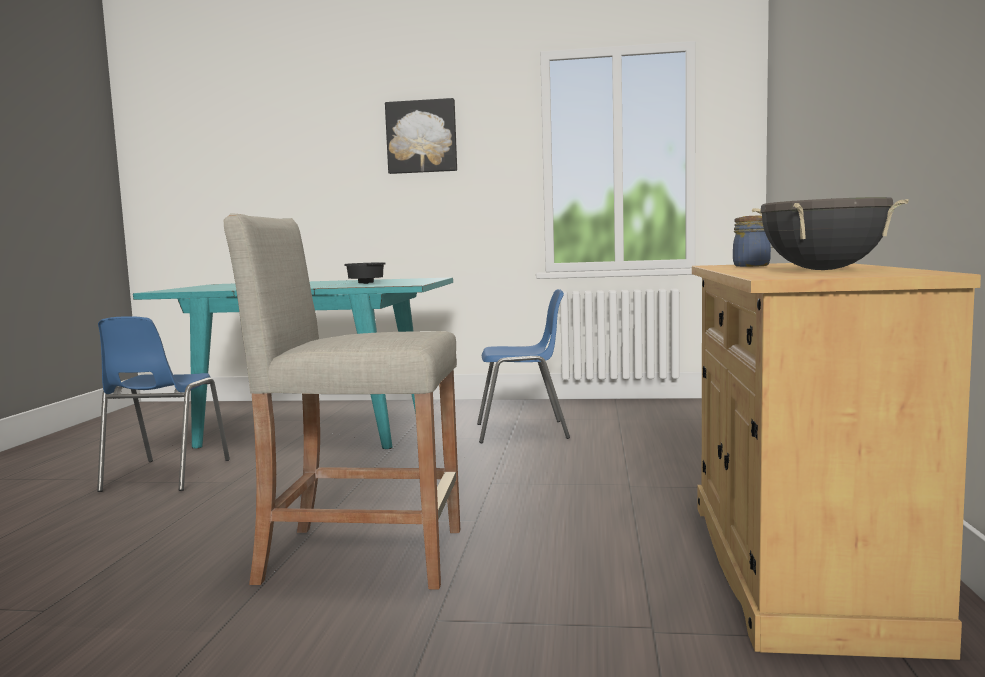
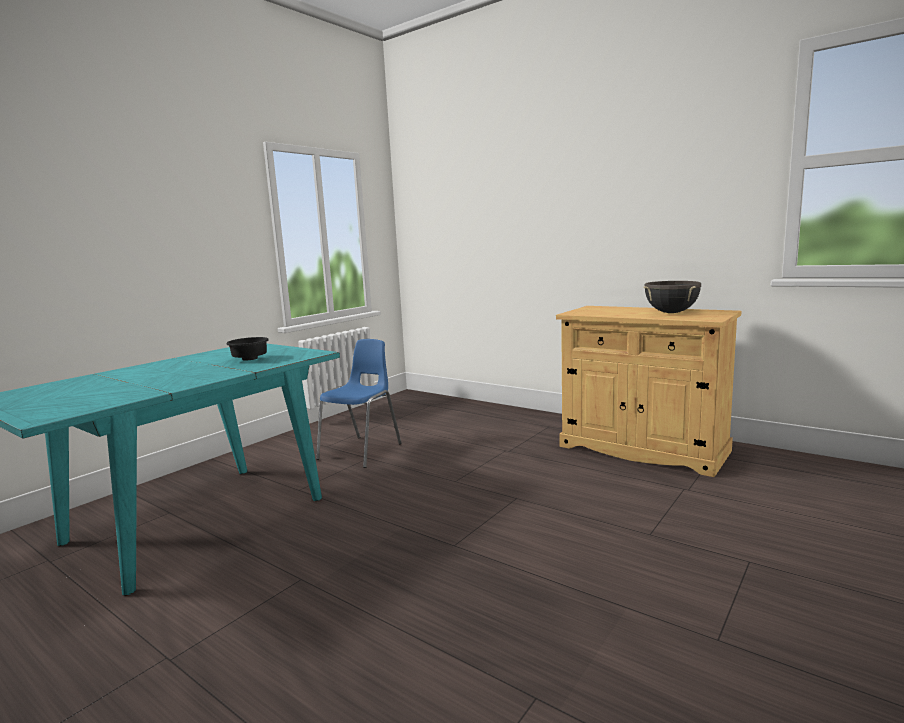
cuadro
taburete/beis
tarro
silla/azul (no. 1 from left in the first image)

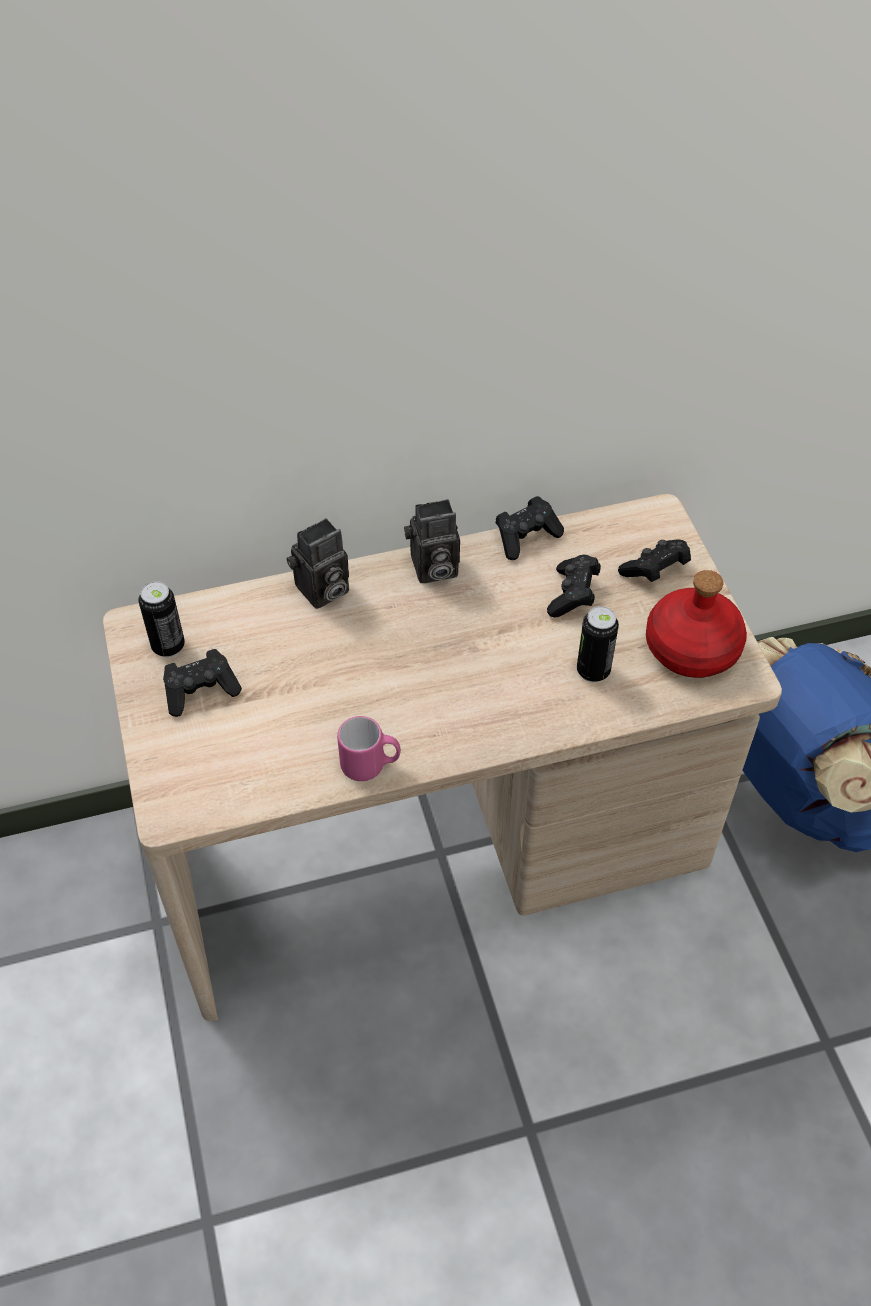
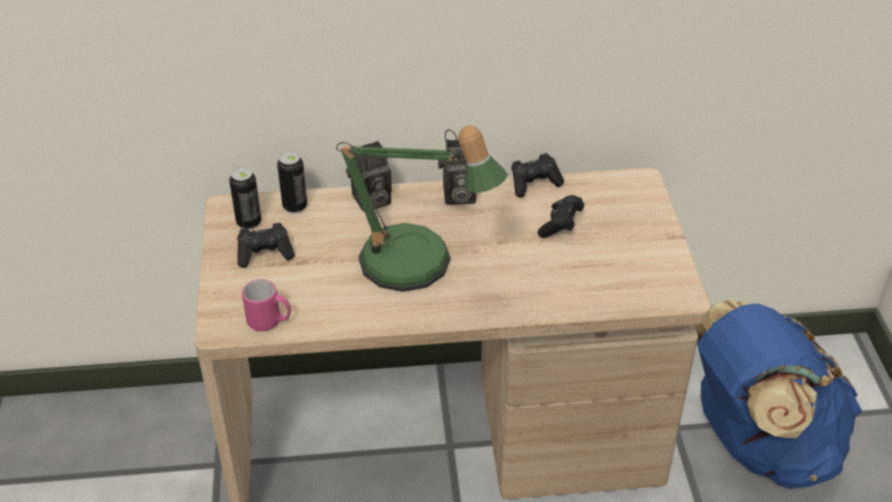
mando de consola/negro (no. 4 from left in the first image)
botella/rojo
lata (no. 2 from left)
taza grande/rosa
lámpara de mesa

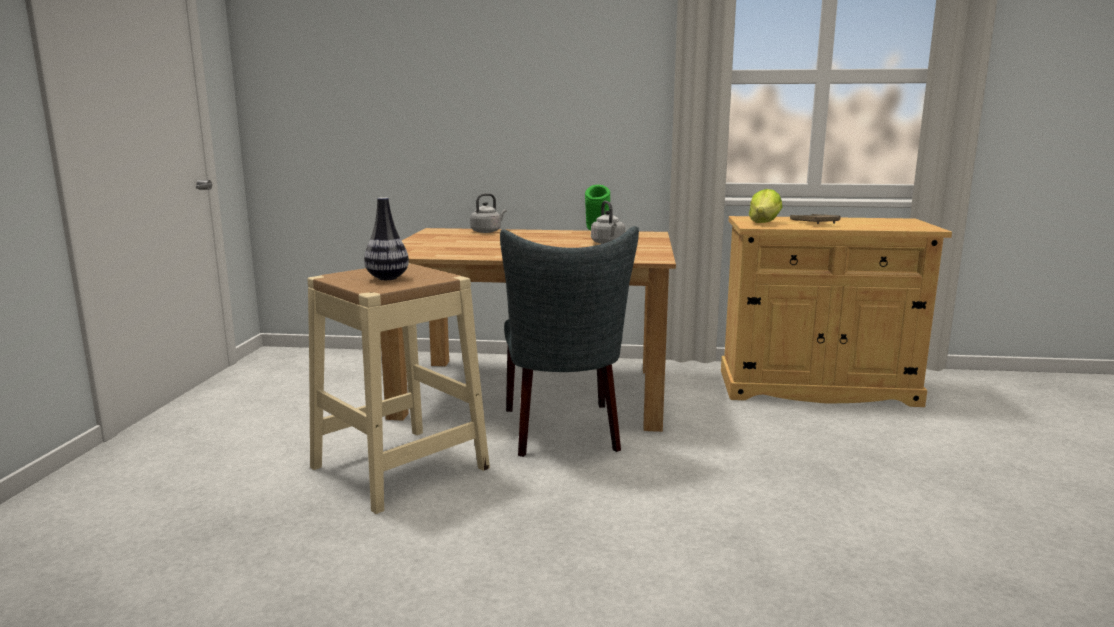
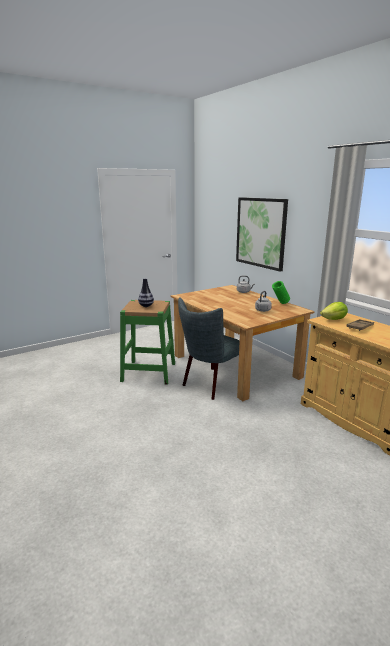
taburete/verde
cuadro

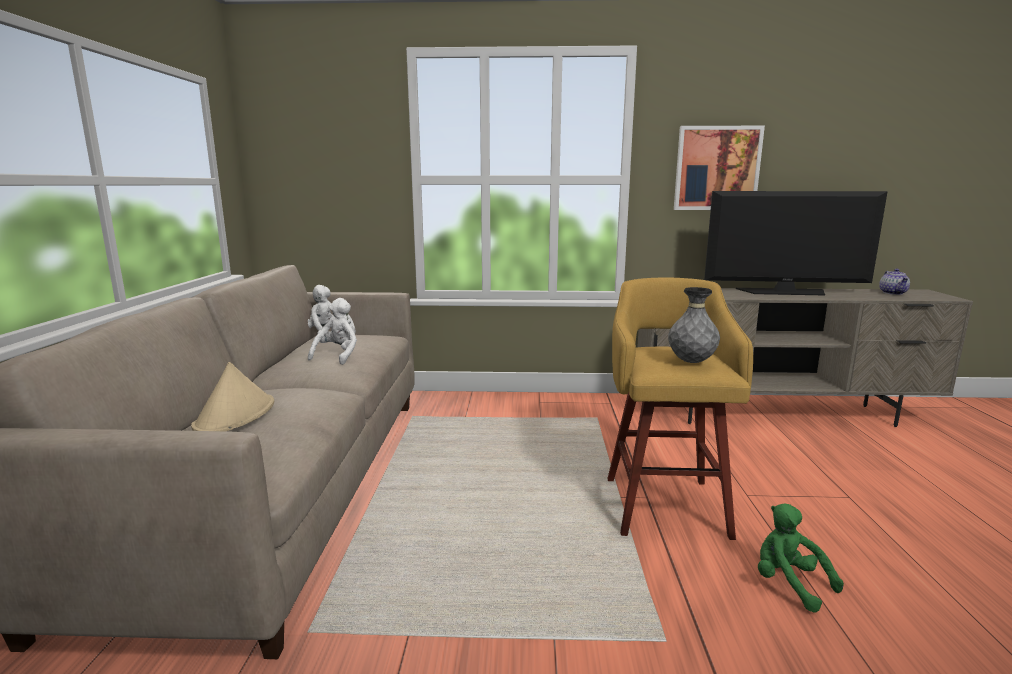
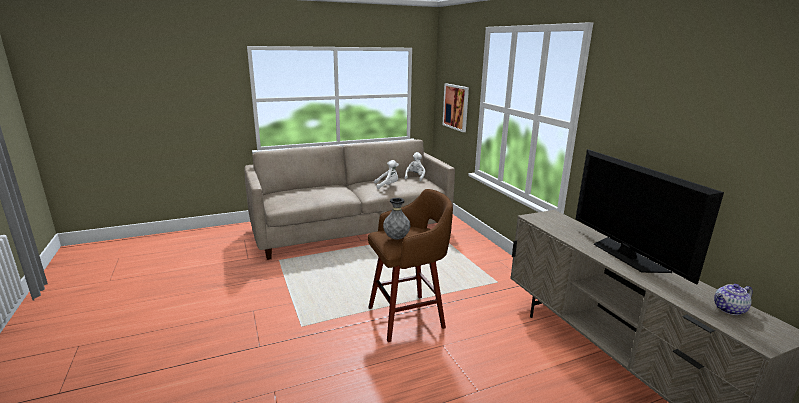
cuadro
taburete/marrón
sombrero/beis
peluche/verde

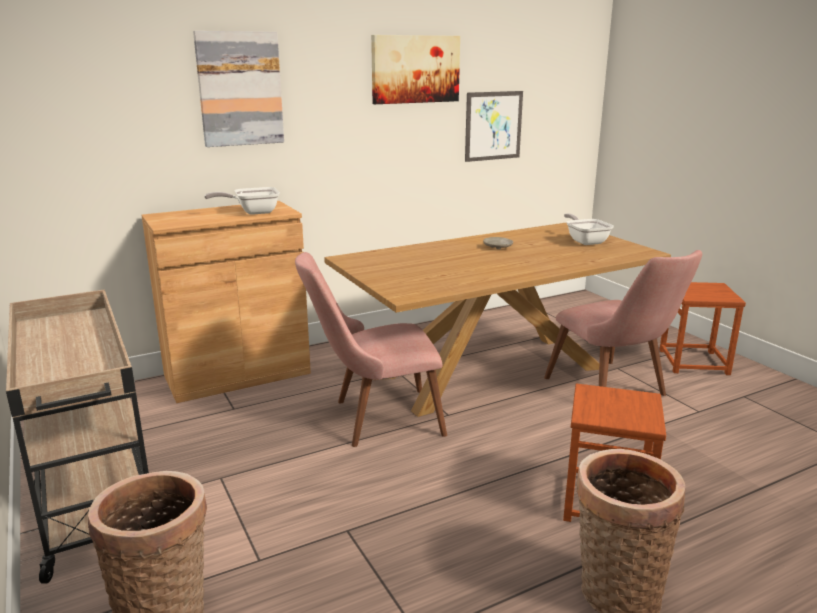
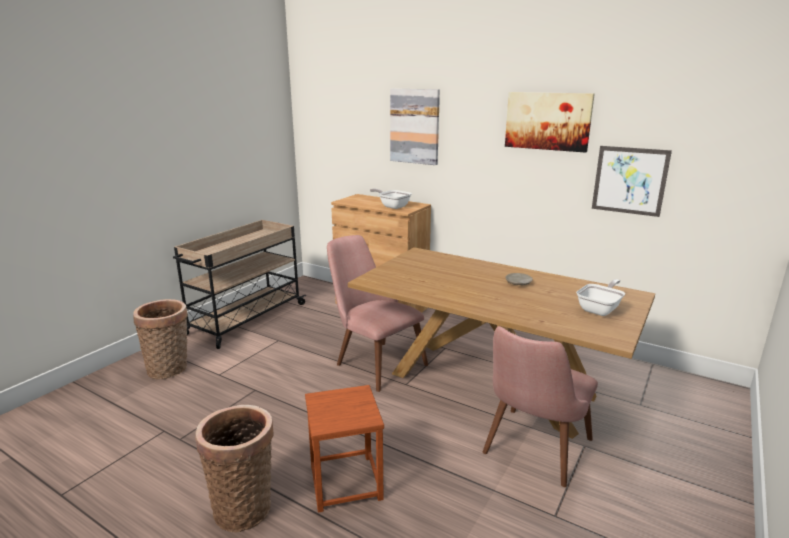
taburete/marrón (no. 2 from left in the first image)

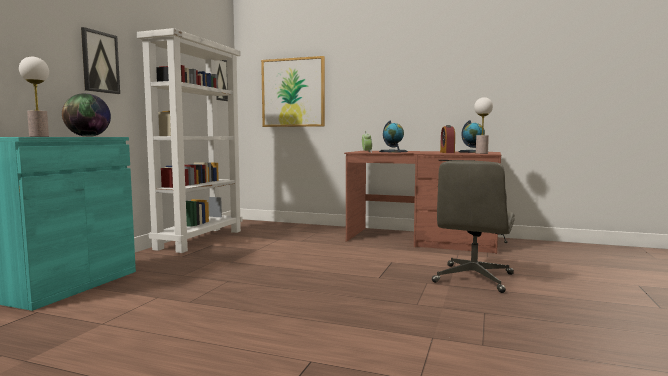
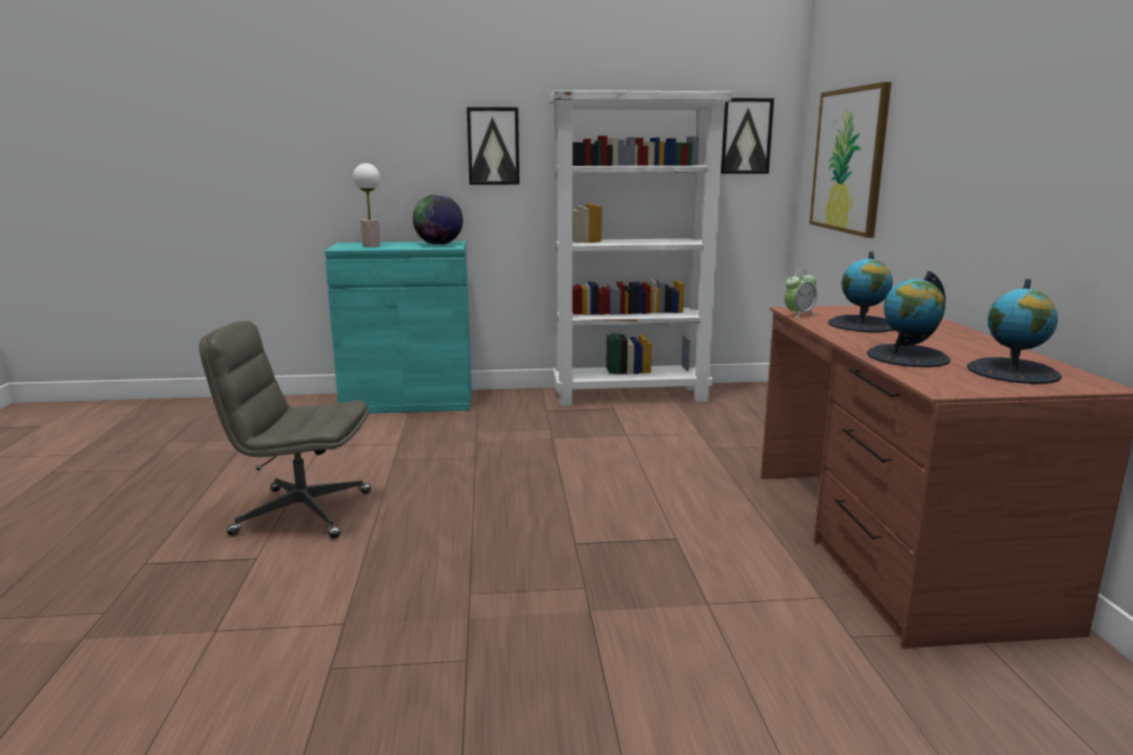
lámpara de mesa (no. 2 from left in the first image)
globo terráqueo (no. 3 from left)
silla de oficina/gris

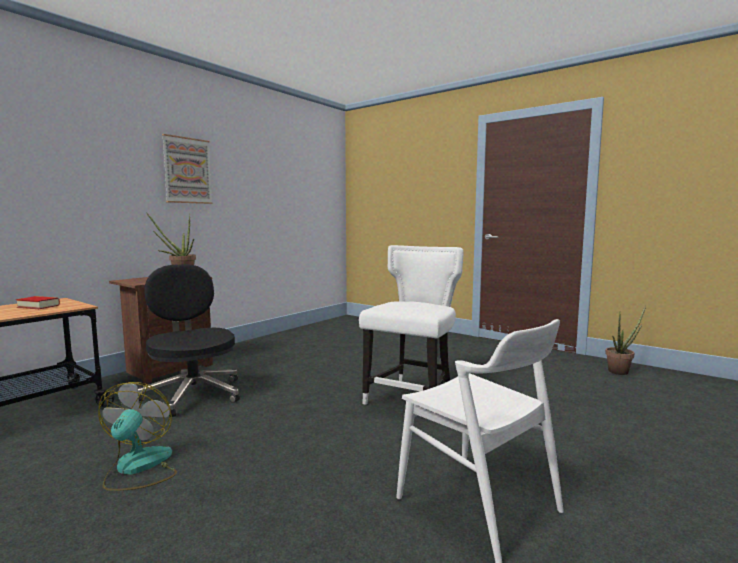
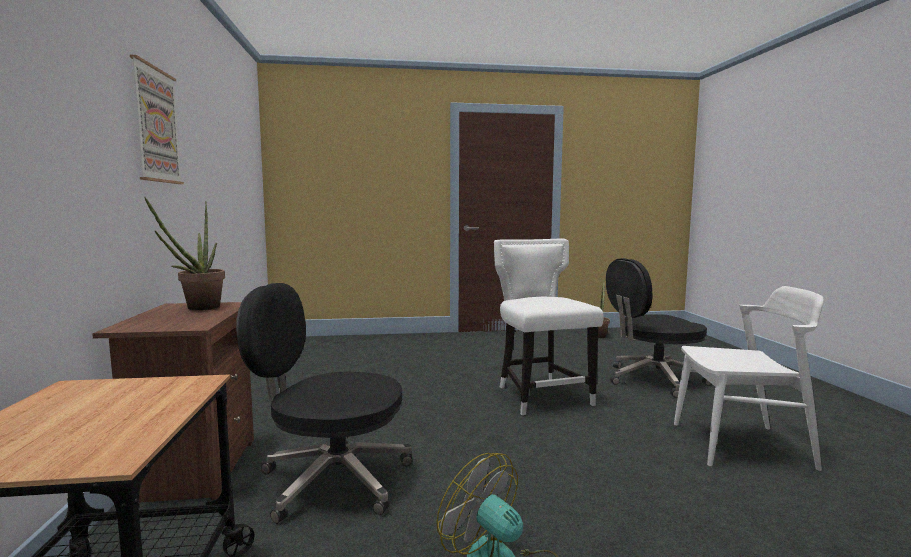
libro
silla de oficina/negro (no. 2 from left)

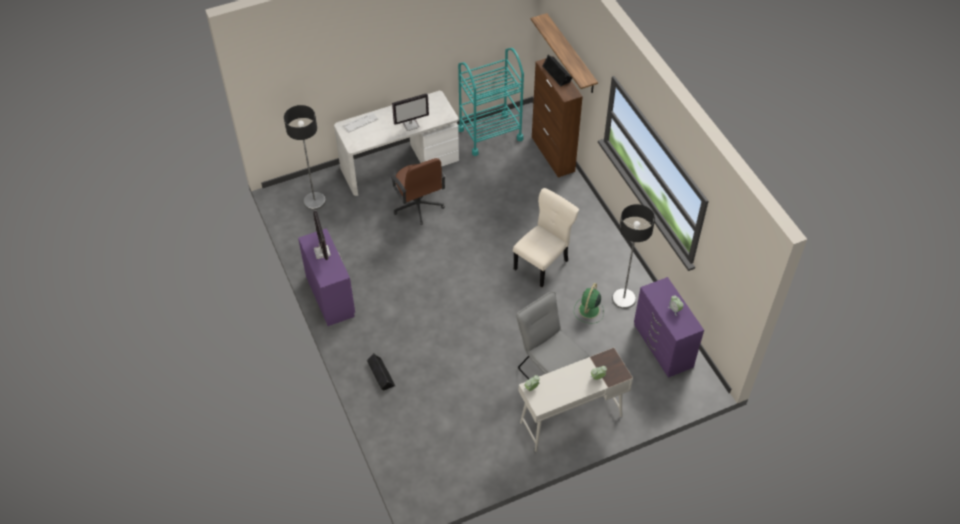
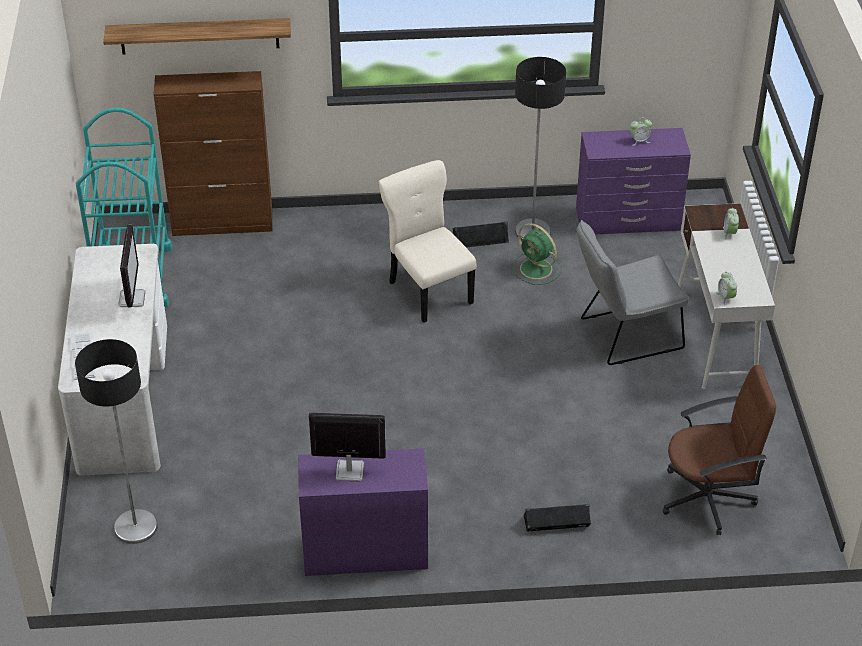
altavoz/negro (no. 1 from left)
silla de oficina/marrón

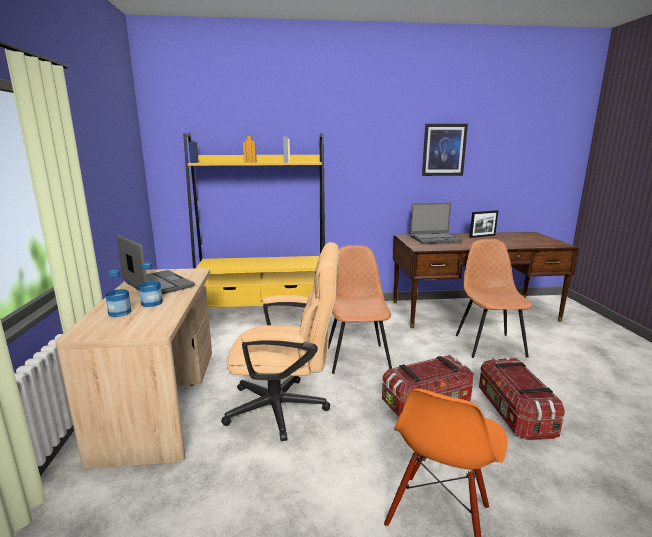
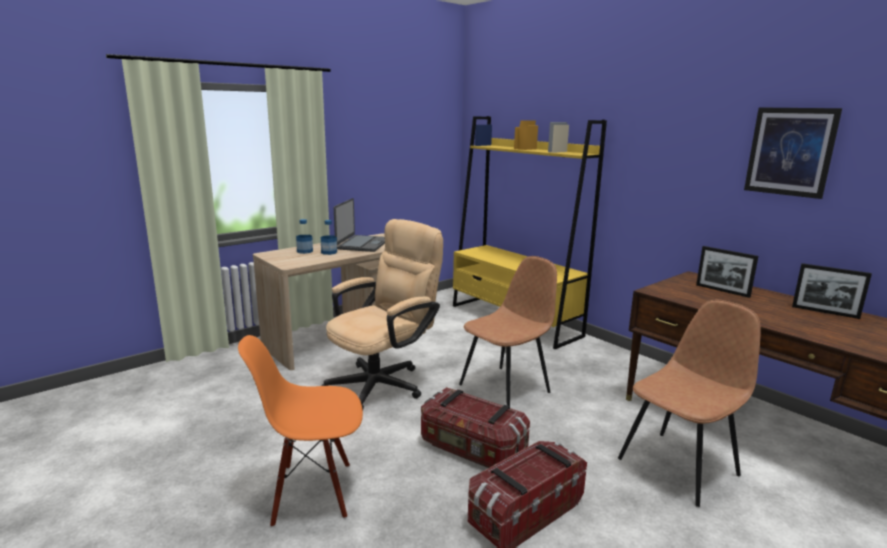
portarretratos (no. 1 from left)
silla de oficina/beis

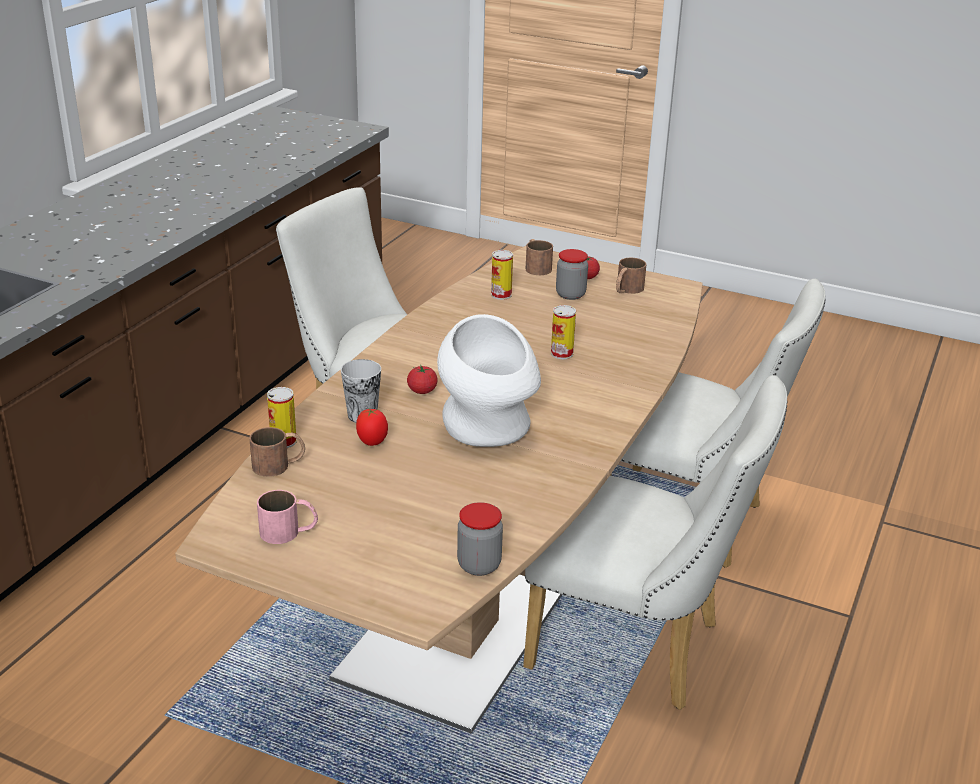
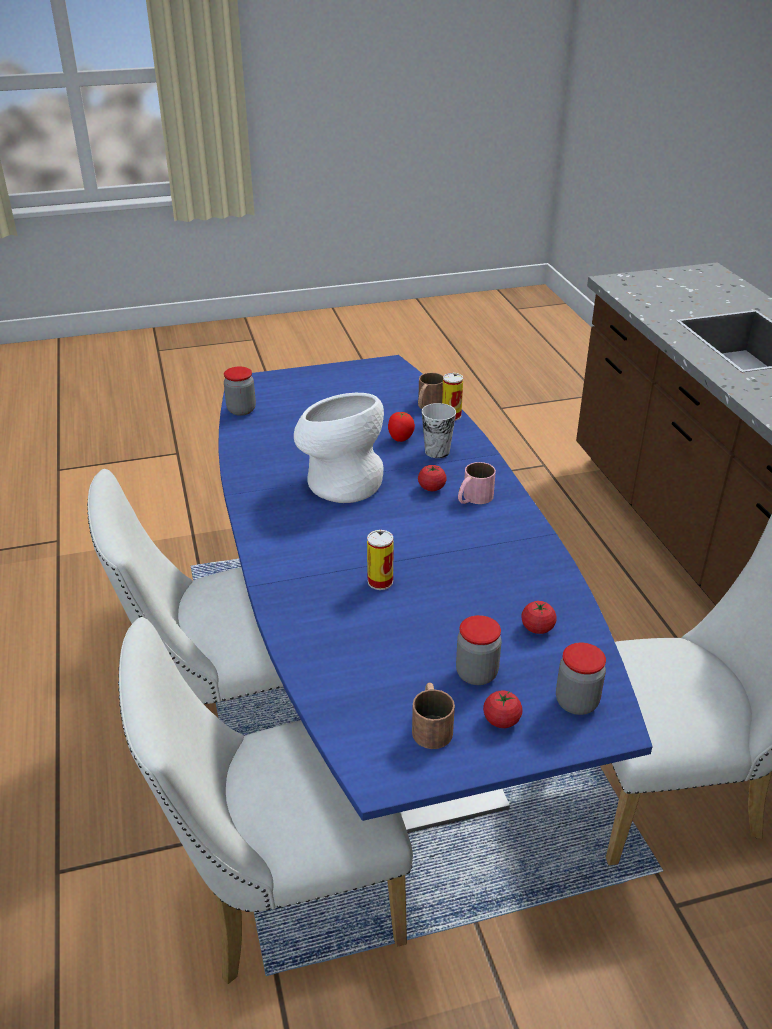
tarro (no. 3 from left)
mesa de comedor/azul
tomate (no. 4 from left)
taza grande/rosa

